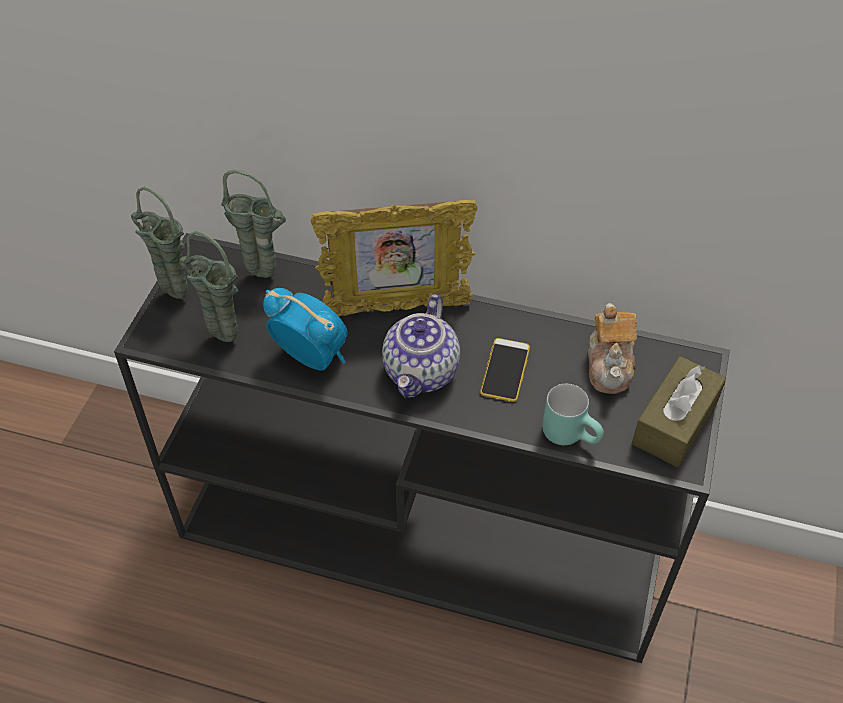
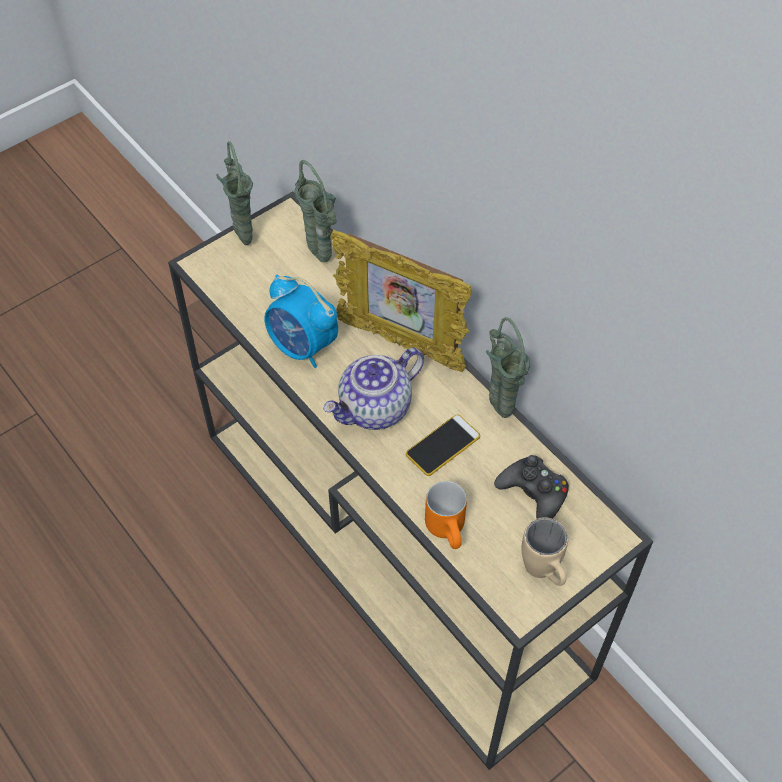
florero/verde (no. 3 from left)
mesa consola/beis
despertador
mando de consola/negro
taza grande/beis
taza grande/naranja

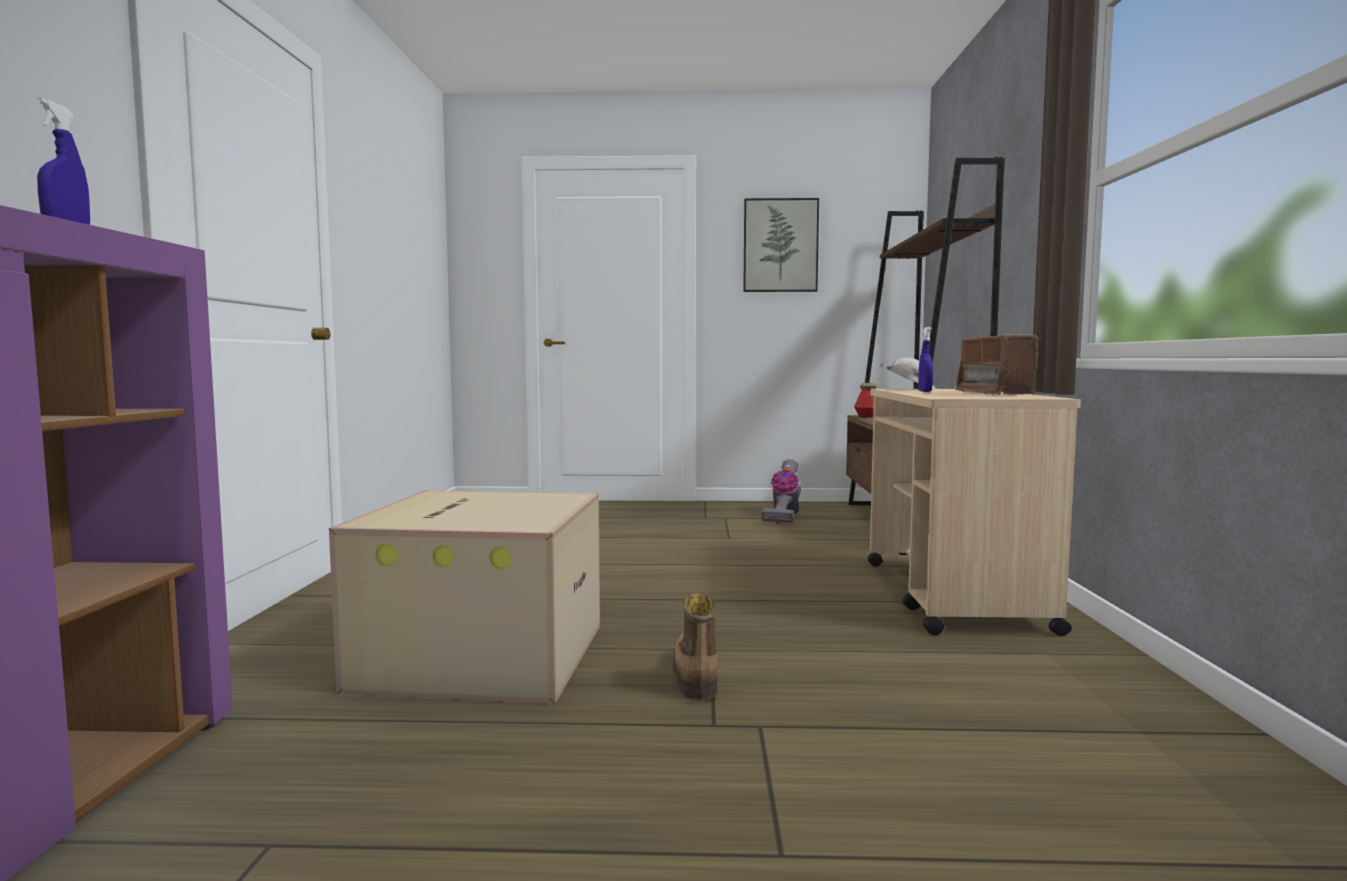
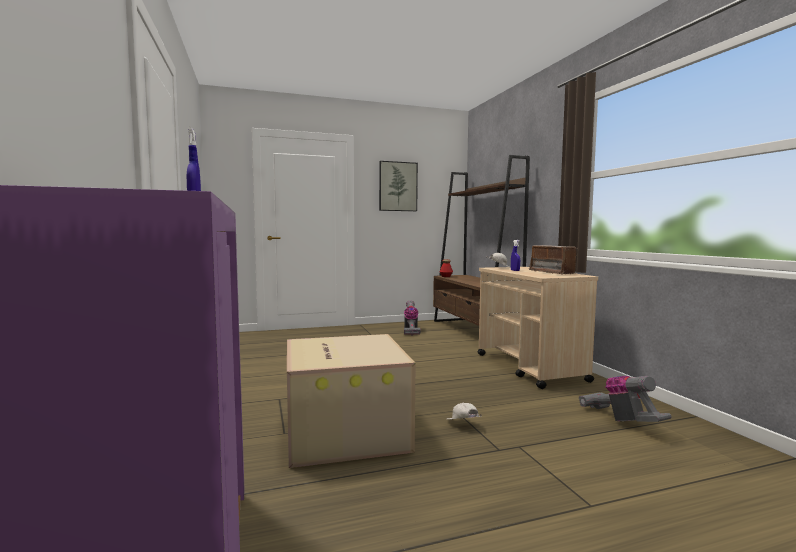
gorra/blanco (no. 1 from left)
aspiradora (no. 2 from left)

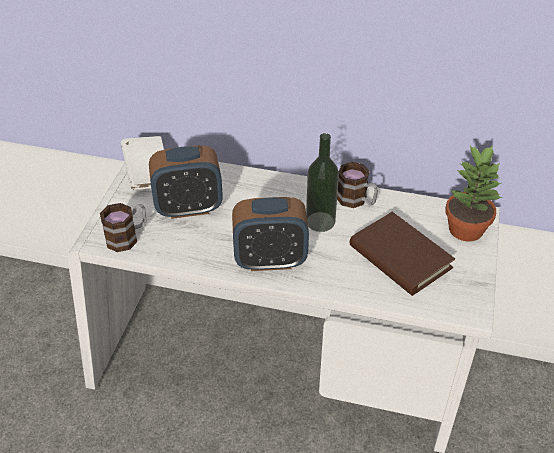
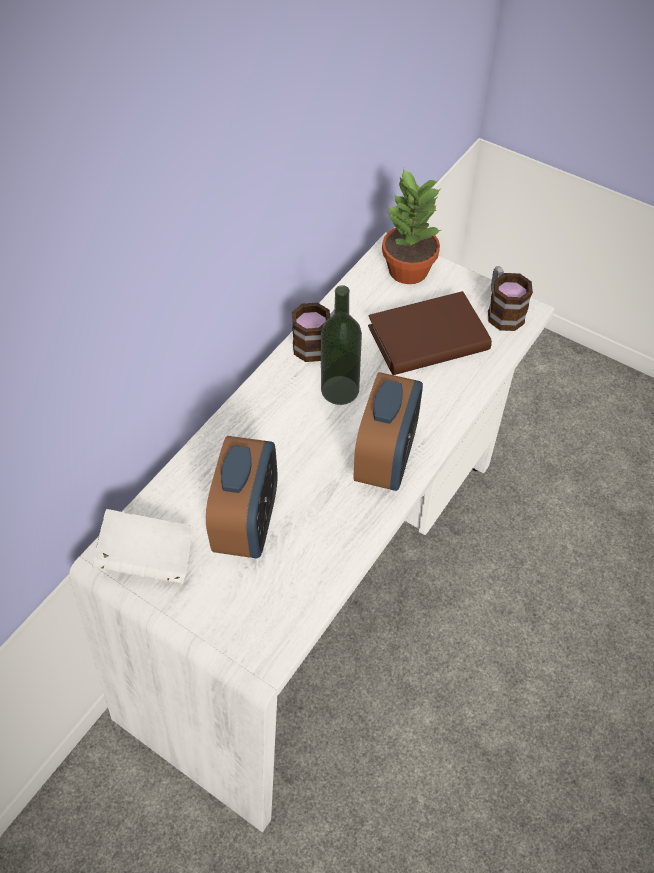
taza grande (no. 2 from left)

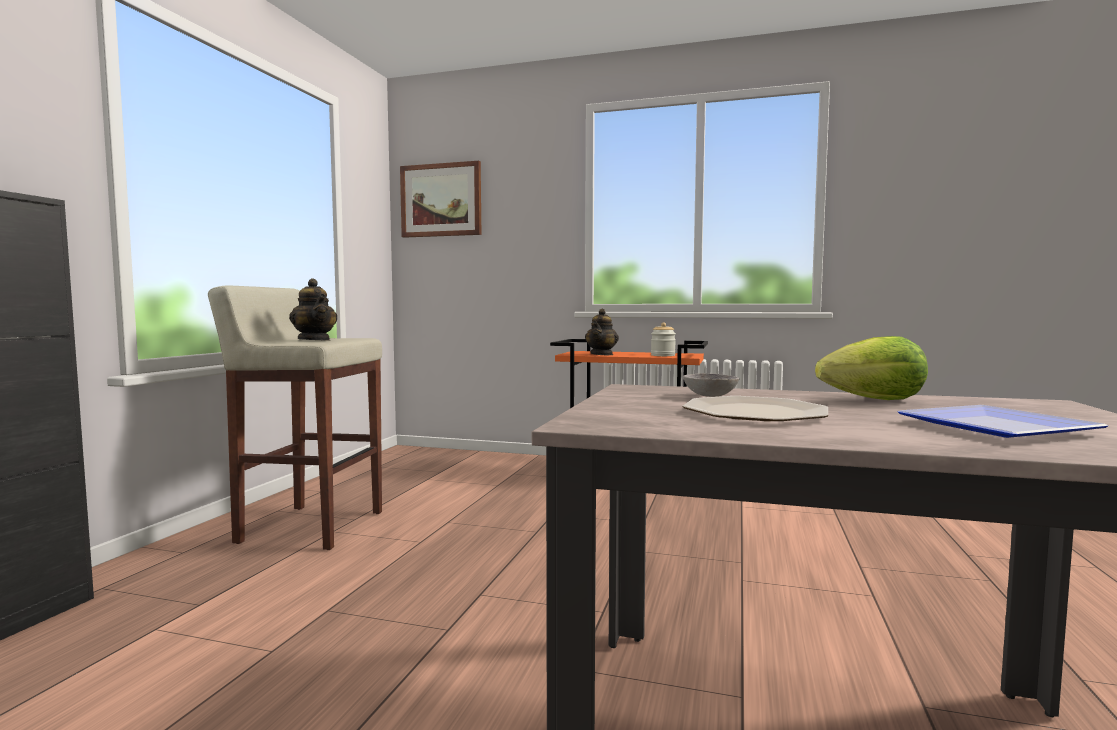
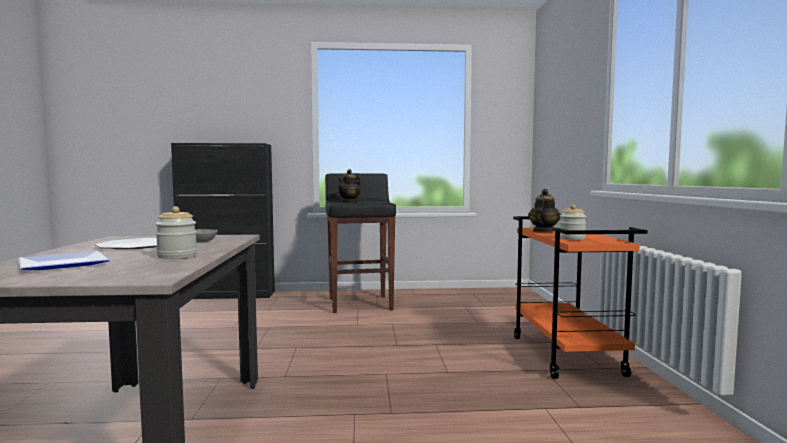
cuadro
taburete/negro
tetera (no. 2 from left)
tarro (no. 1 from left)

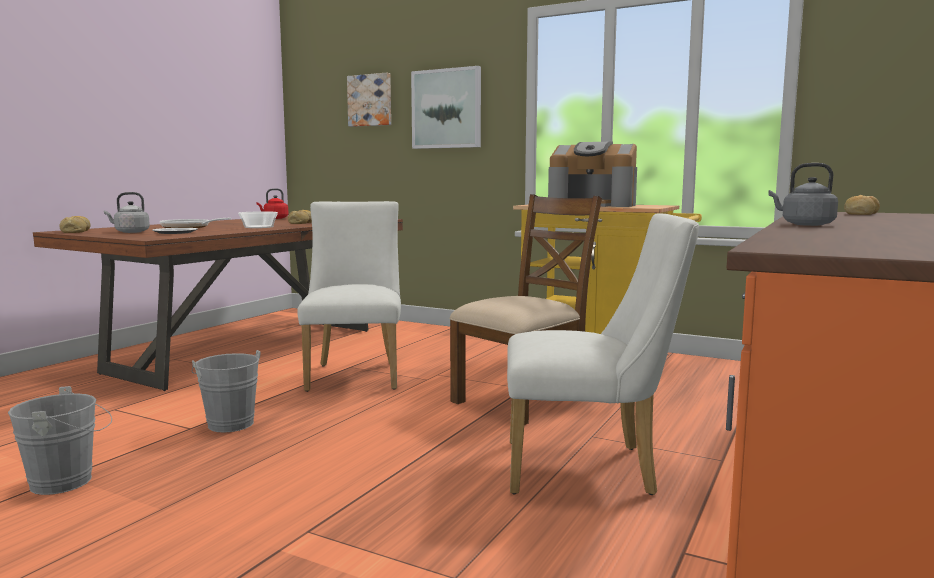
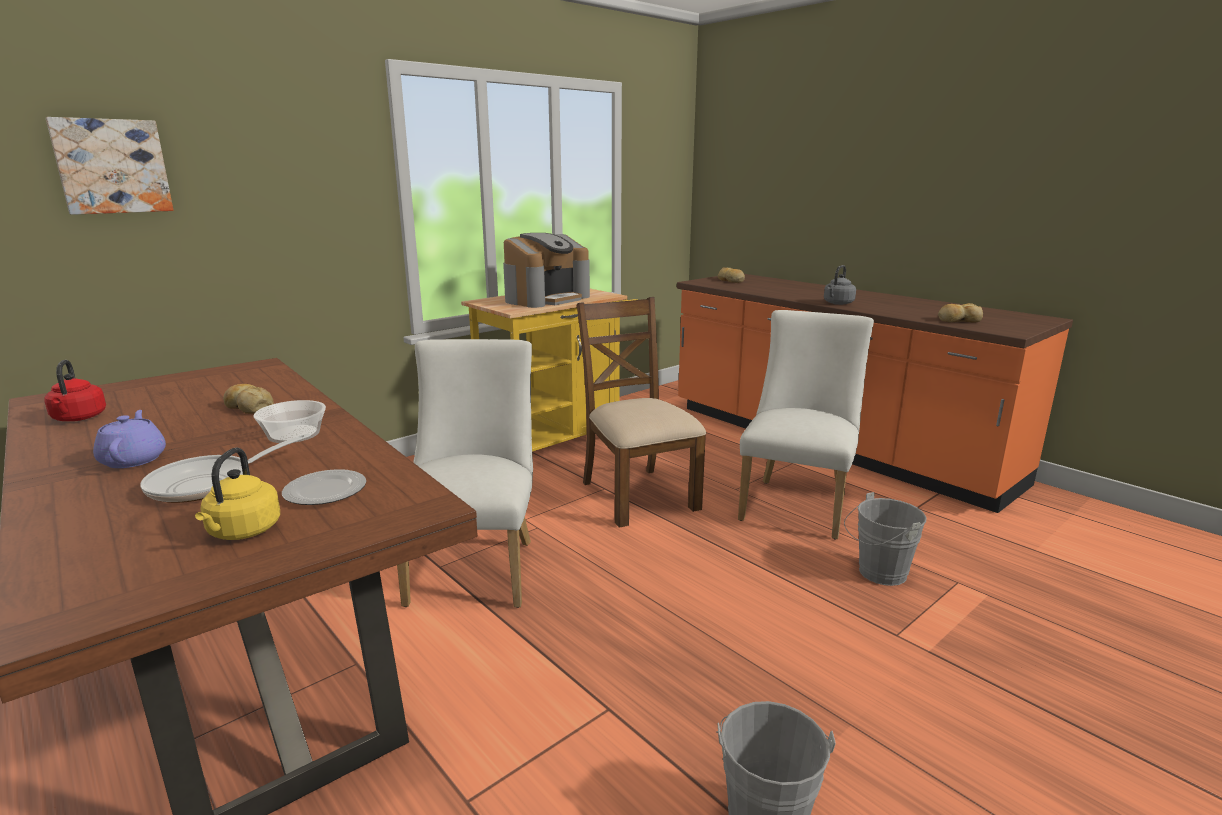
cuadro (no. 2 from left in the first image)
hervidor/amarillo
silla/blanco (no. 1 from left)
pan (no. 3 from left)
cubo/gris (no. 2 from left)
tetera/morado

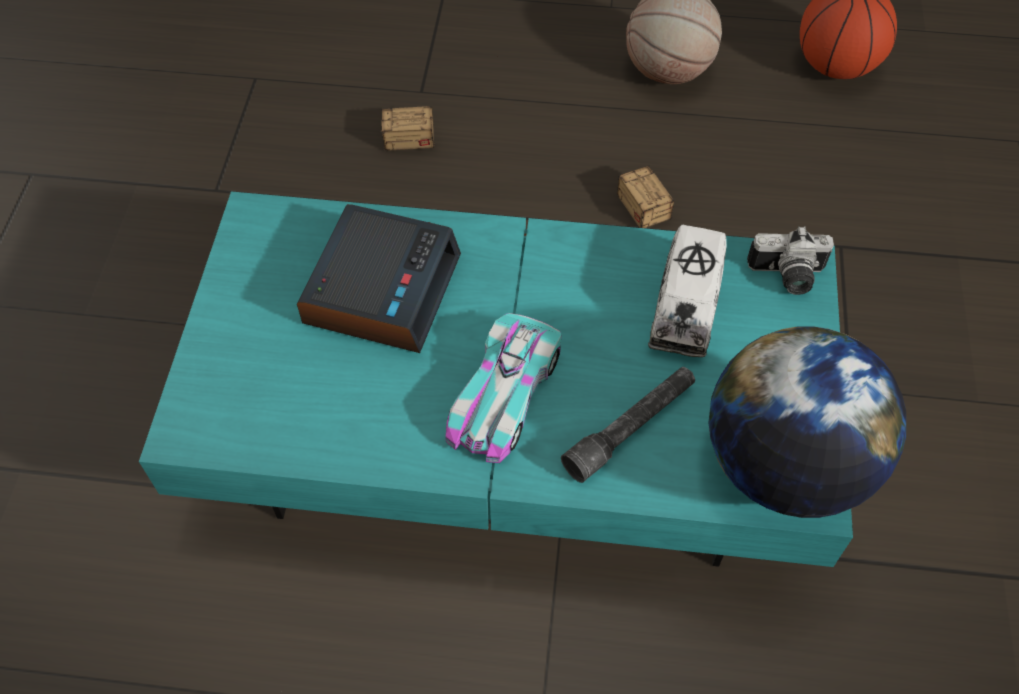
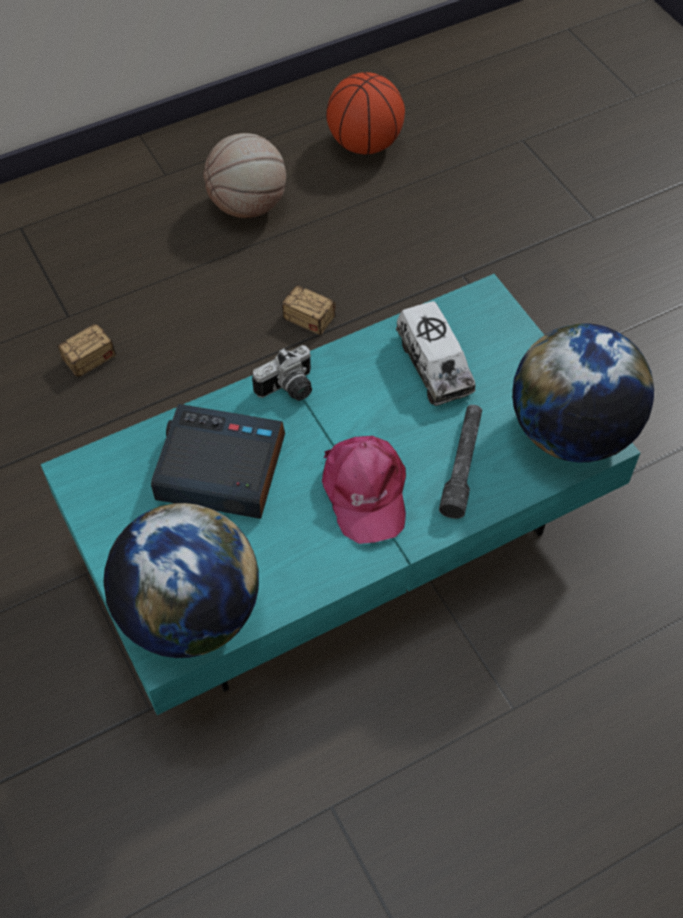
despertador
cámara
gorra/rosa
globo terráqueo (no. 1 from left)

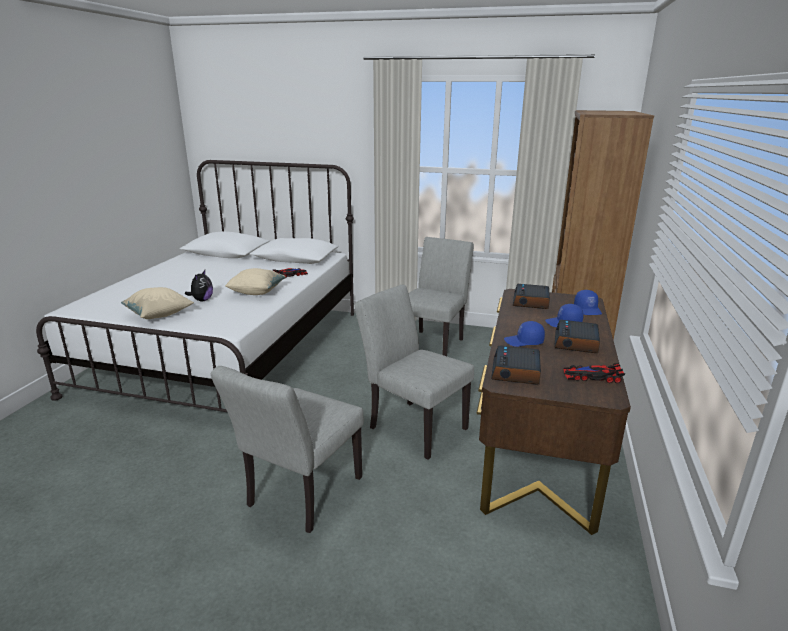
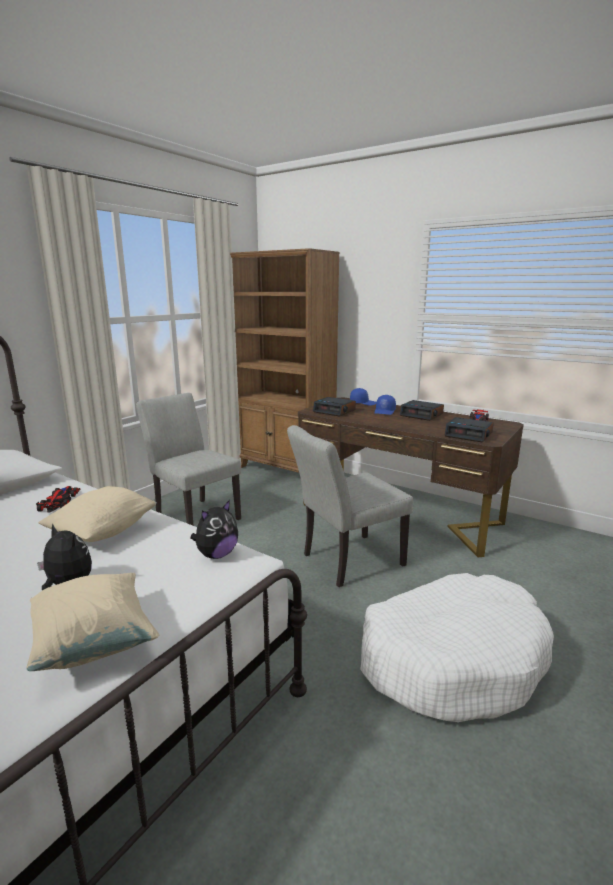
gorra/azul (no. 1 from left in the first image)
cama para perro/blanco
peluche (no. 2 from left)

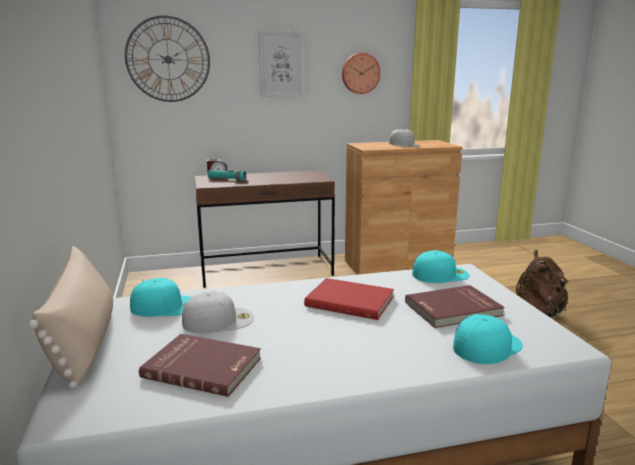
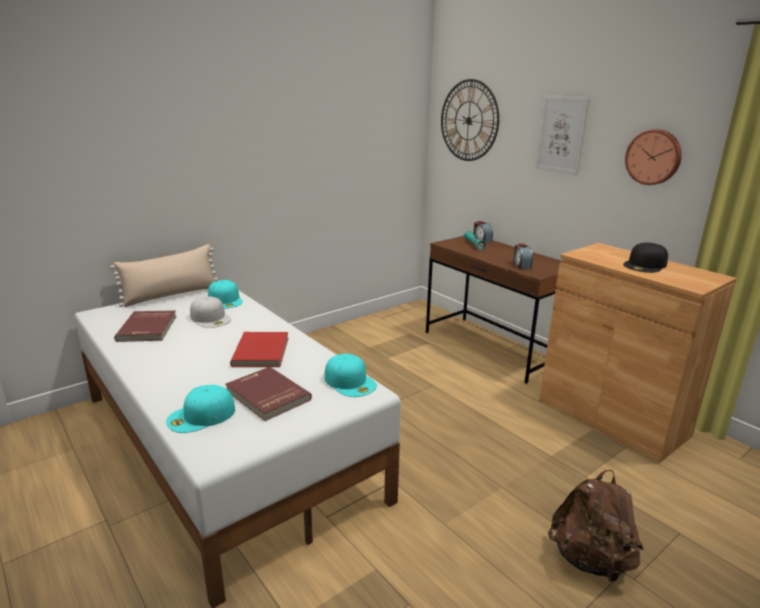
gorra/negro
gorra/turquesa (no. 1 from left)
despertador (no. 2 from left)

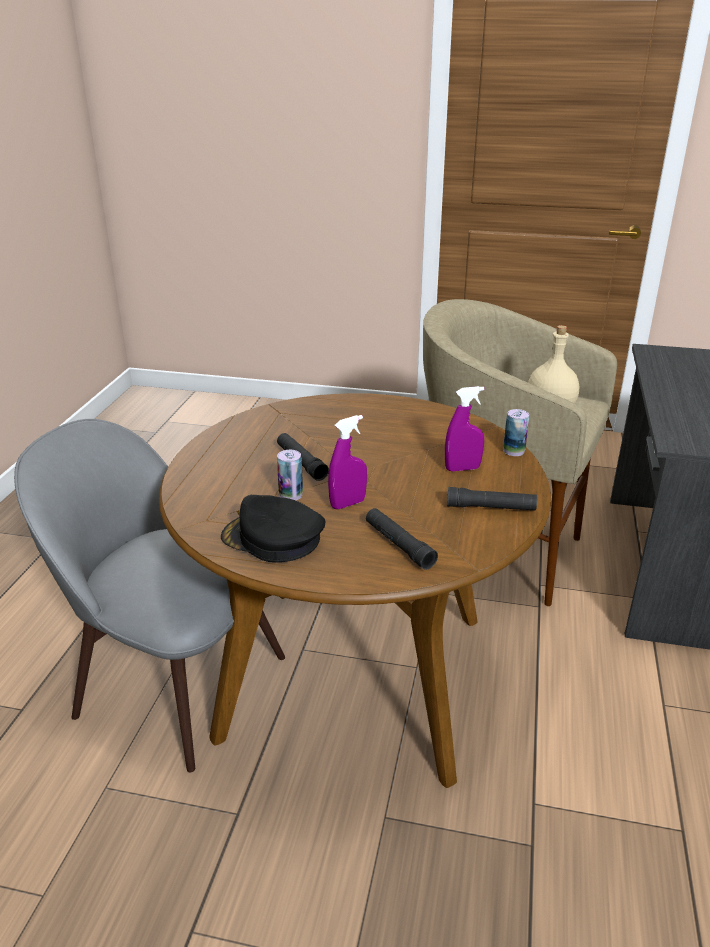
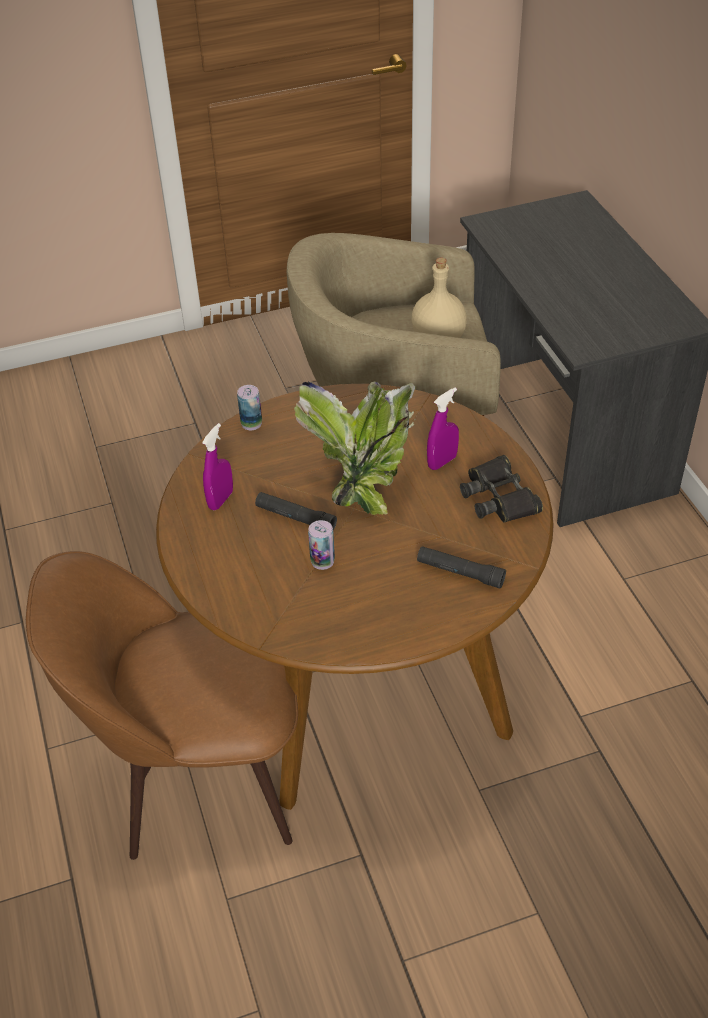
lata (no. 1 from left)
pulverizador/morado (no. 1 from left)
silla/marrón
prismáticos/negro
gorra/negro
planta en maceta

